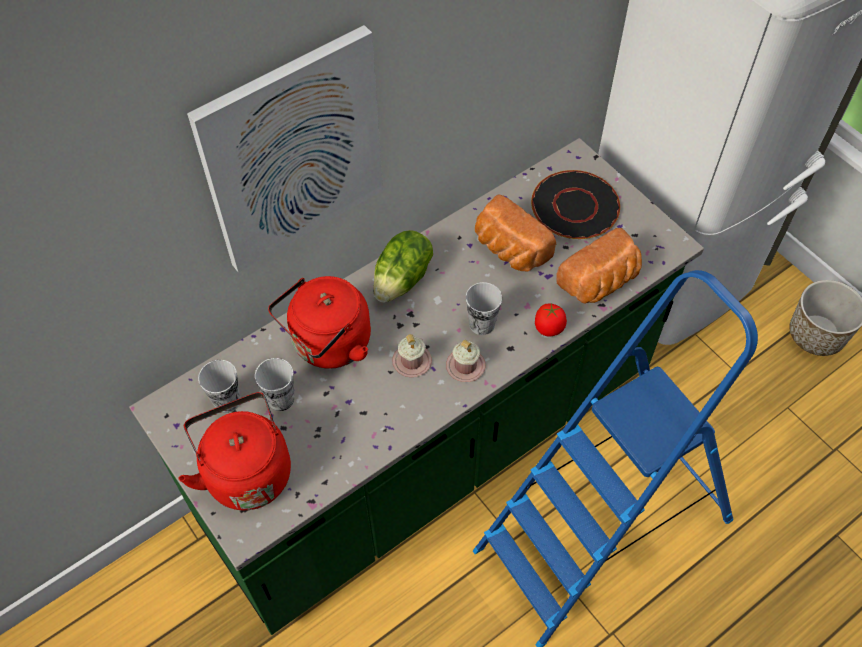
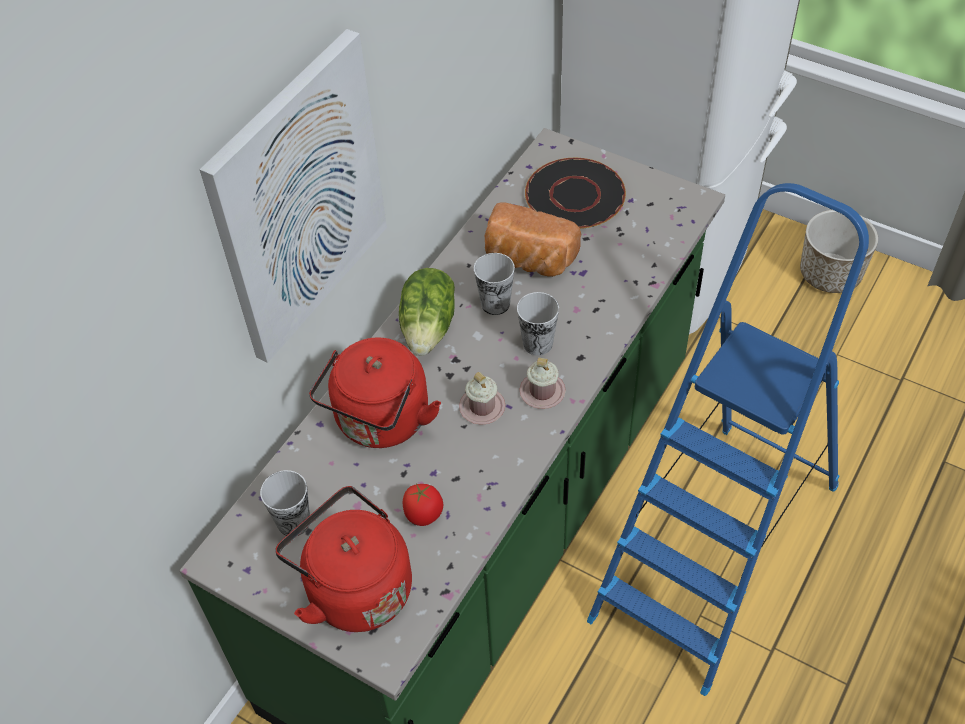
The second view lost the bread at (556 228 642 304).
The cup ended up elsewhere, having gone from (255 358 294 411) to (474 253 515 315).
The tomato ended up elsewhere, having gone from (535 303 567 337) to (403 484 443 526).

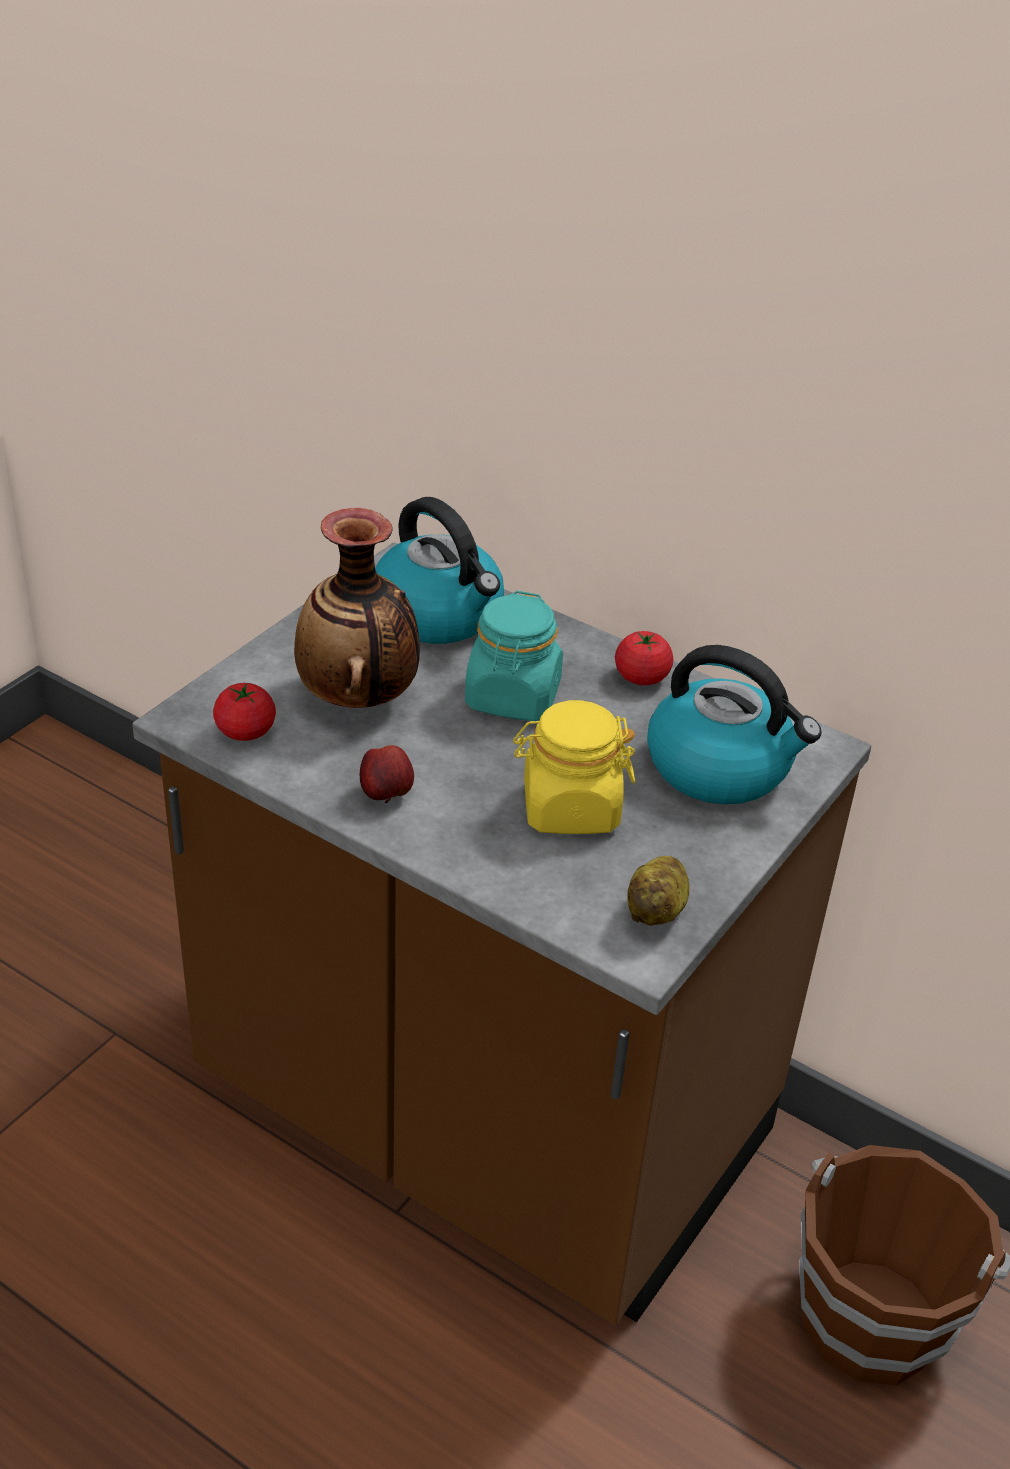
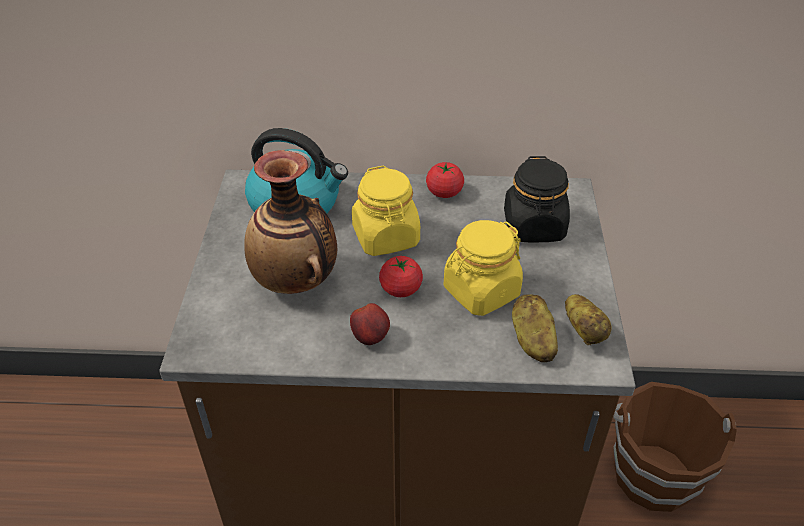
The second view gained the potato at (512 294 558 362).
The tomato ended up elsewhere, having gone from (213 683 276 741) to (379 256 423 297).
Where the kettle stood at (647 645 821 804), the jar (black) came to stand at (504 156 570 243).
What was the jar (turquoise) at (465 591 563 721) turned into the jar (yellow) at (352 165 420 256).

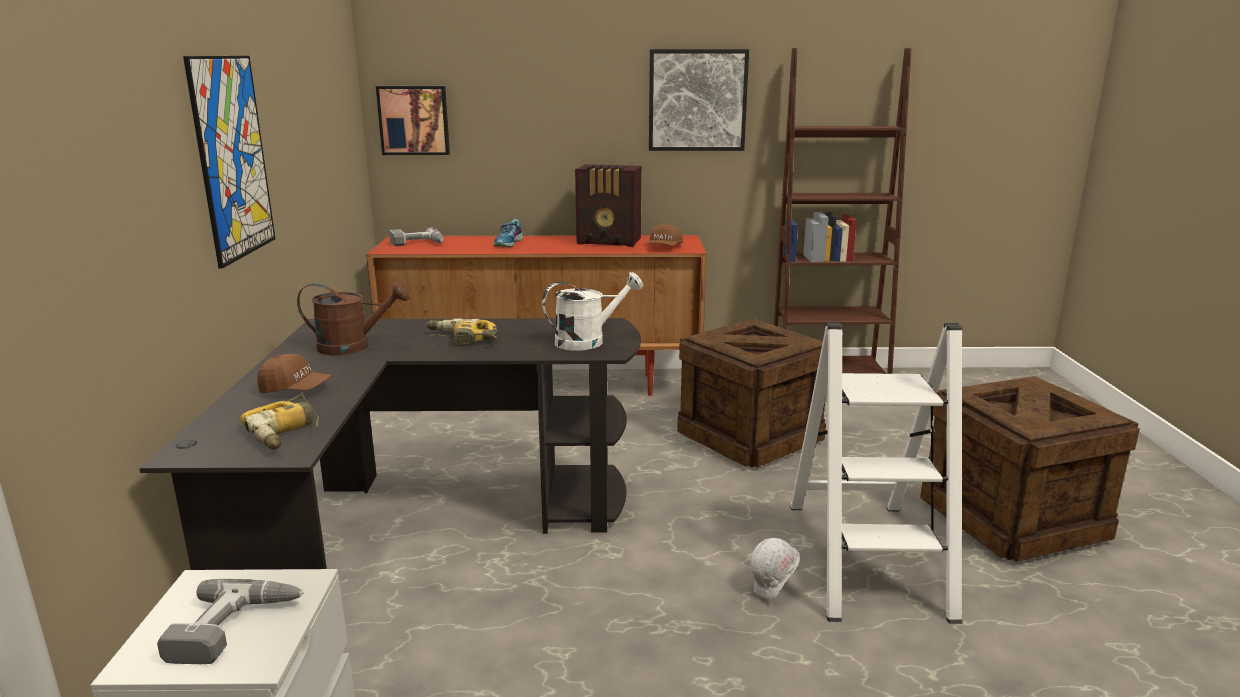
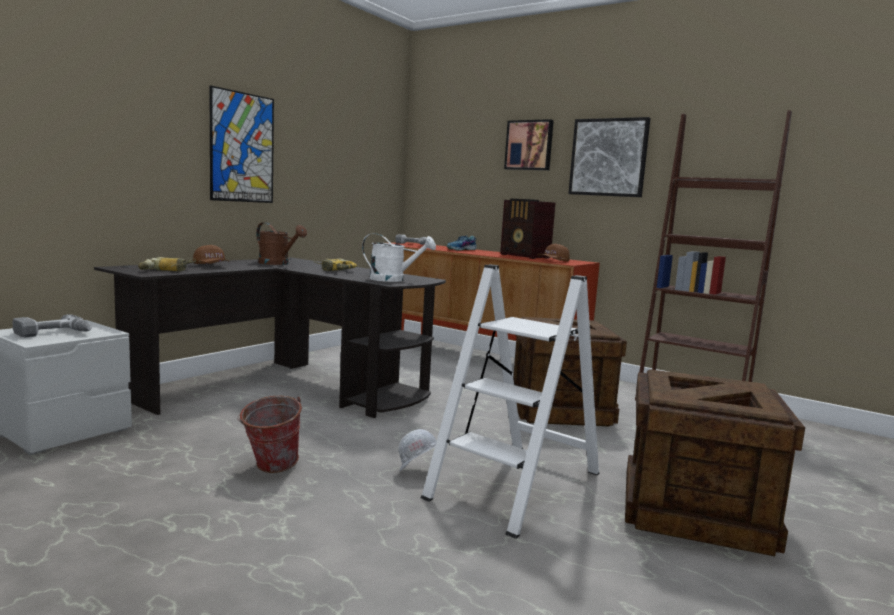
The second view gained the bucket at (237 396 302 473).
The picture ended up elsewhere, having gone from (376 86 450 155) to (504 119 554 170).

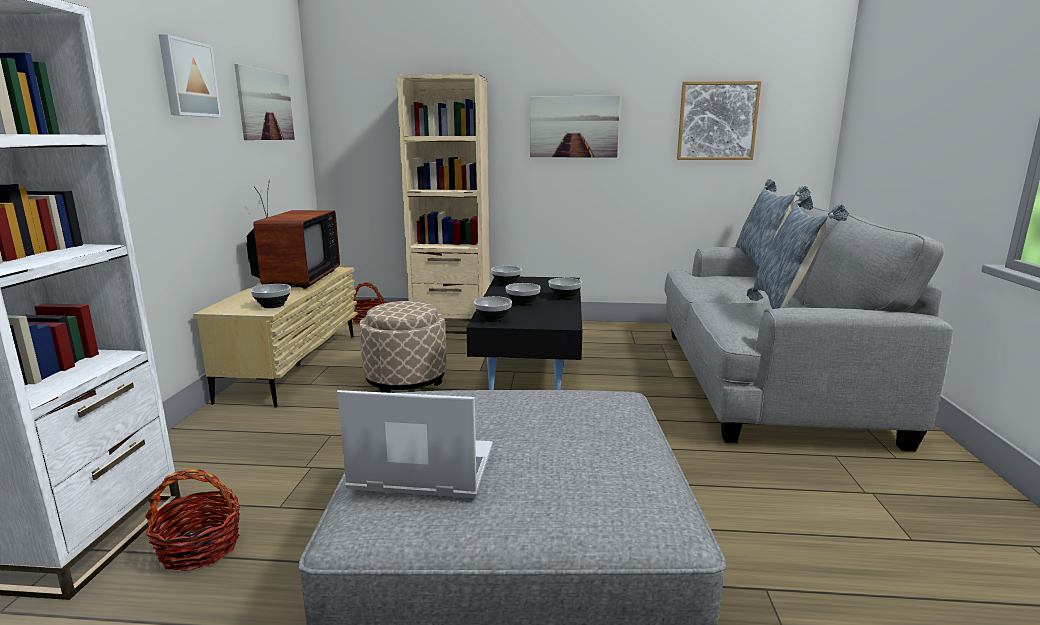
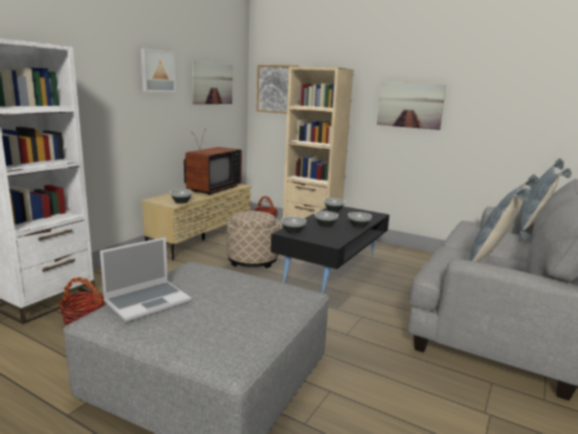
The picture ended up elsewhere, having gone from (677 81 761 160) to (257 65 299 114).
The laptop at (337 390 493 498) ended up facing another way, 105 degrees clockwise from before.

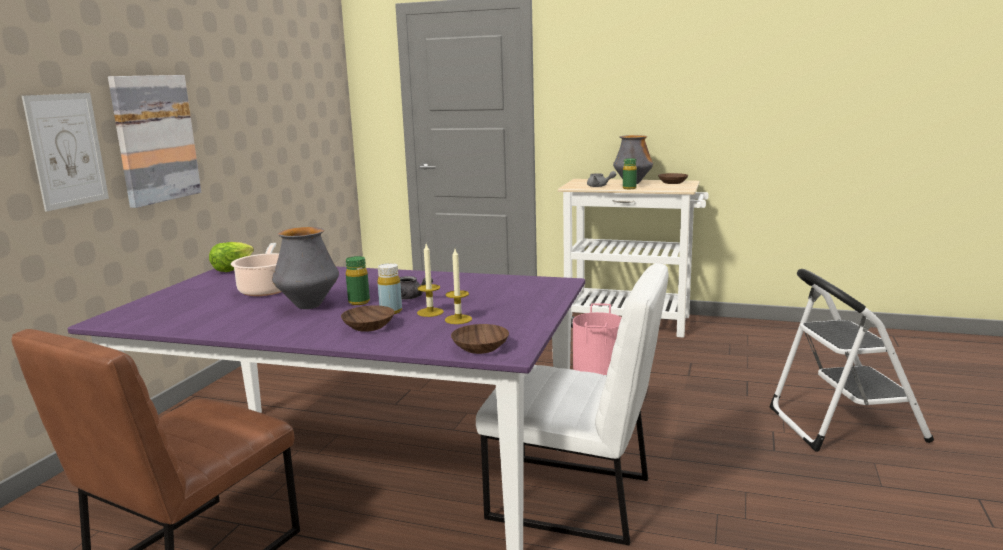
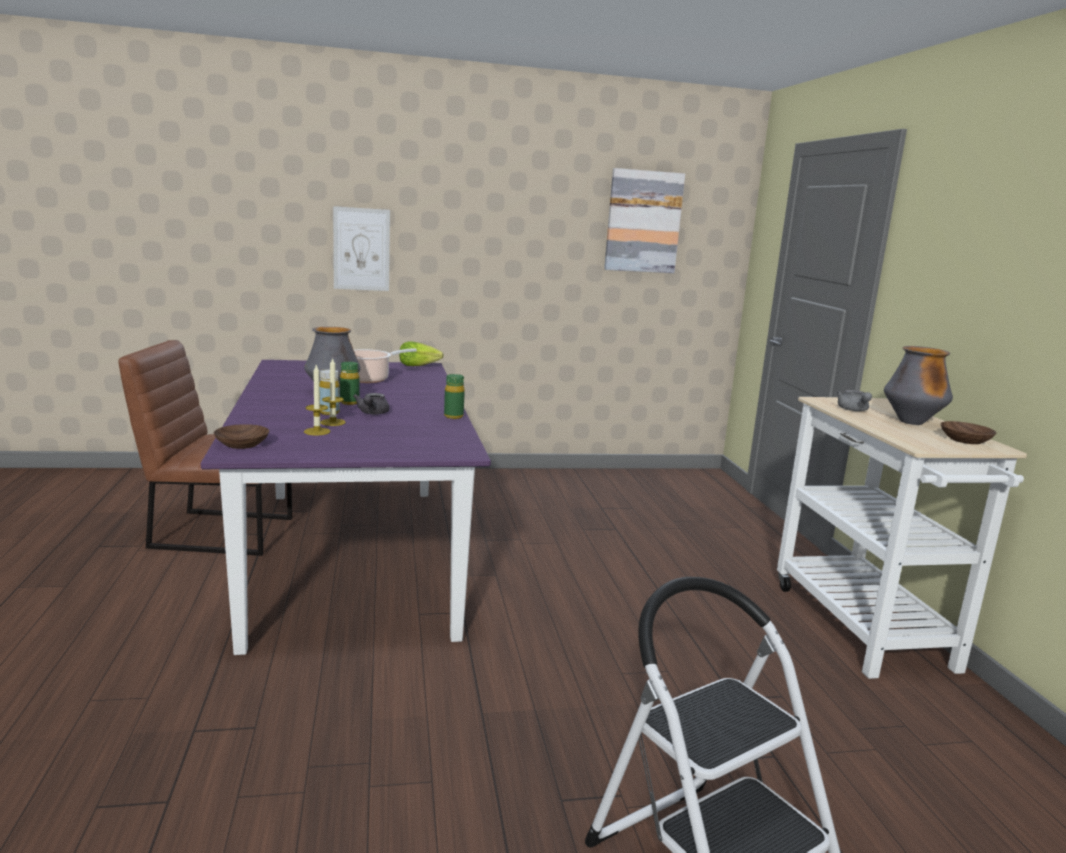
The second view lost the bowl (brown) at (341 305 394 332).
The second view lost the chair (white) at (476 263 669 545).
The second view lost the bucket (pink) at (573 303 622 375).
The picture ended up elsewhere, having gone from (108 75 201 208) to (604 168 685 273).
The bottle (green) ended up elsewhere, having gone from (623 158 637 189) to (444 374 465 419).

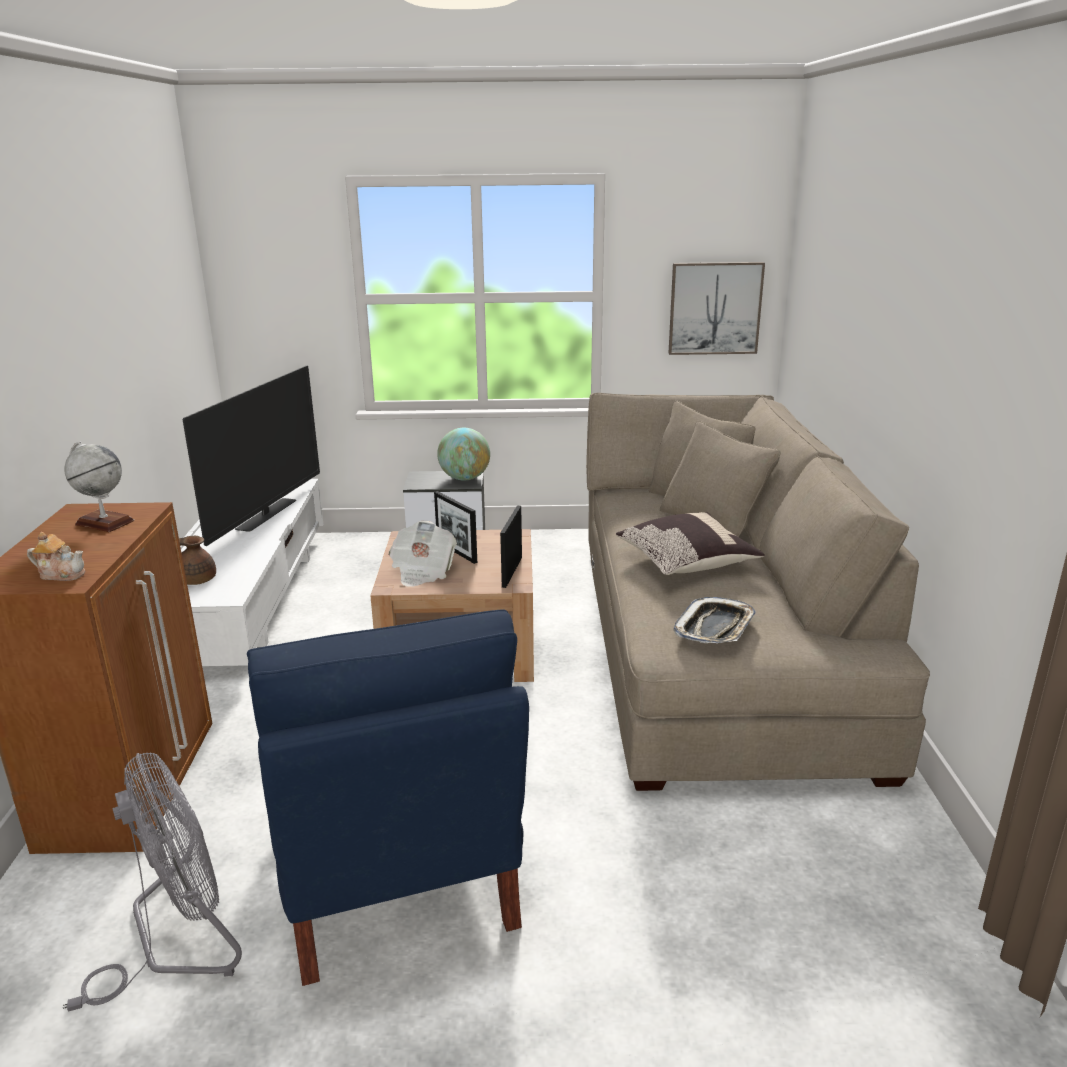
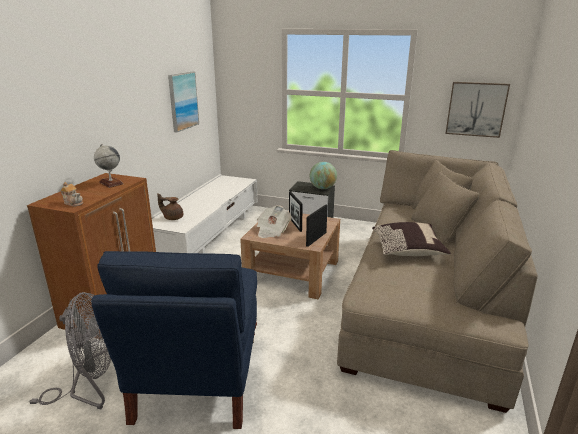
The second view lost the television at (183 366 320 546).
The second view lost the tray at (674 597 756 643).
The second view gained the picture at (168 72 199 132).

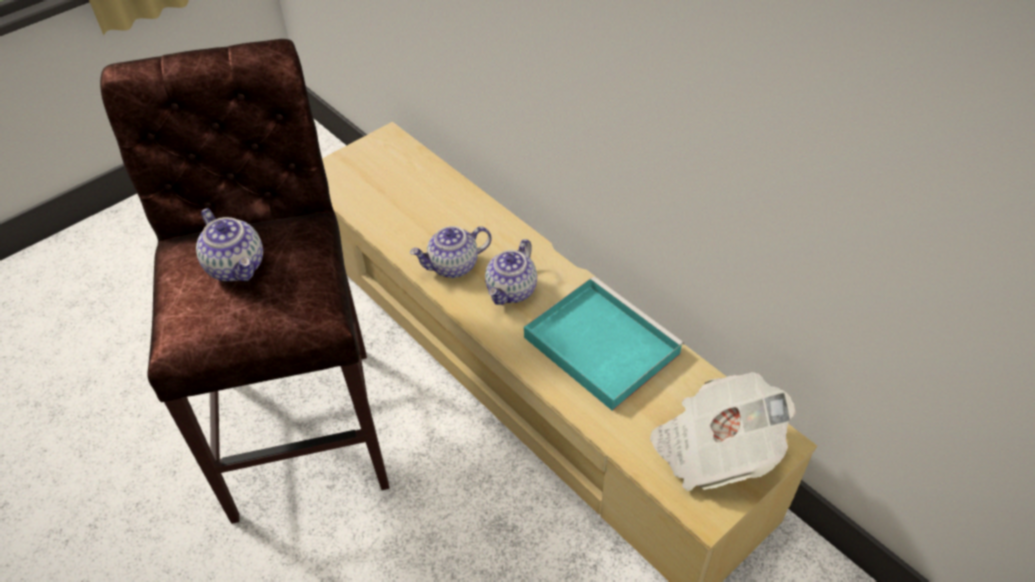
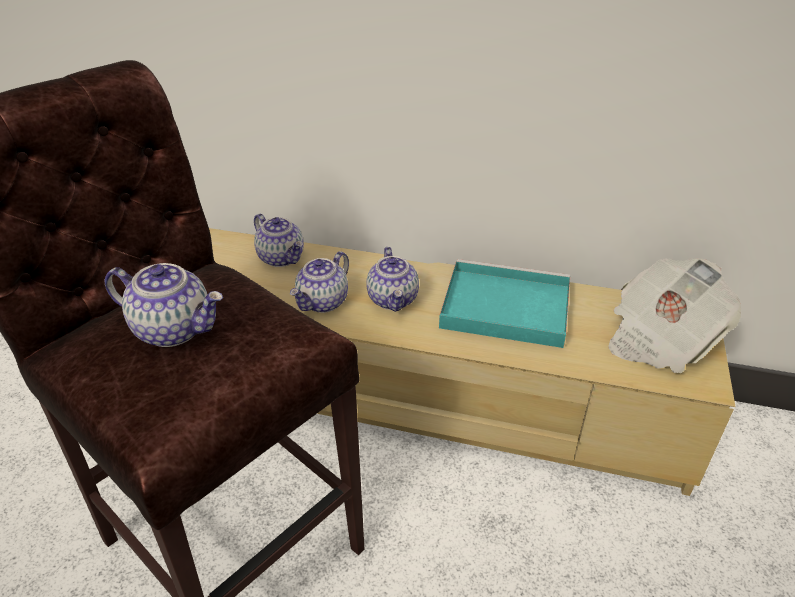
The second view gained the teapot at (254 214 304 267).

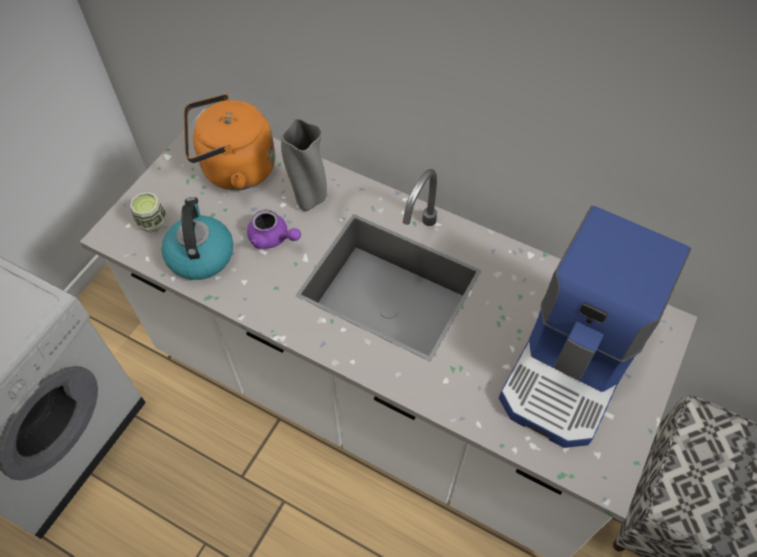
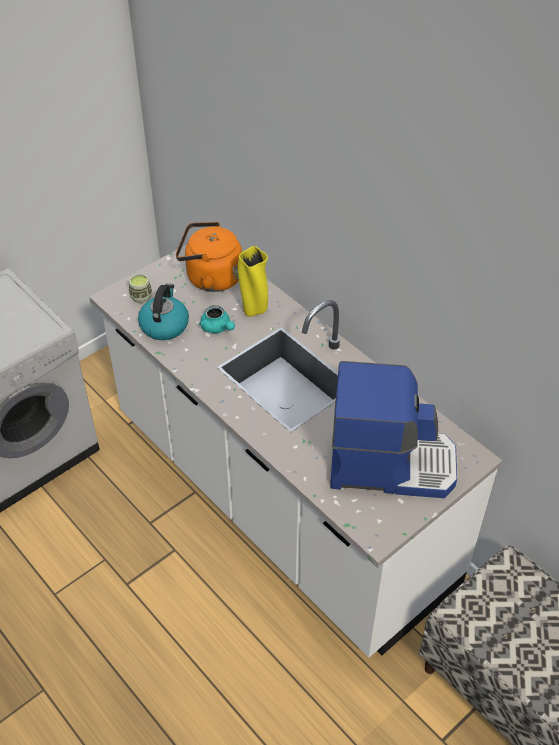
What was the teapot (purple) at (247 210 301 249) turned into the teapot (turquoise) at (199 305 235 333).
What was the vase (grey) at (281 118 327 211) turned into the vase (yellow) at (238 246 268 317).
The coffee machine at (499 205 691 448) ended up facing another way, 135 degrees counterclockwise from before.

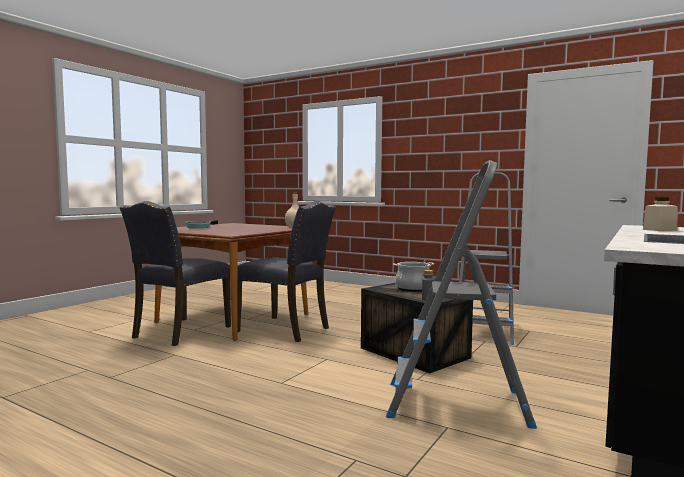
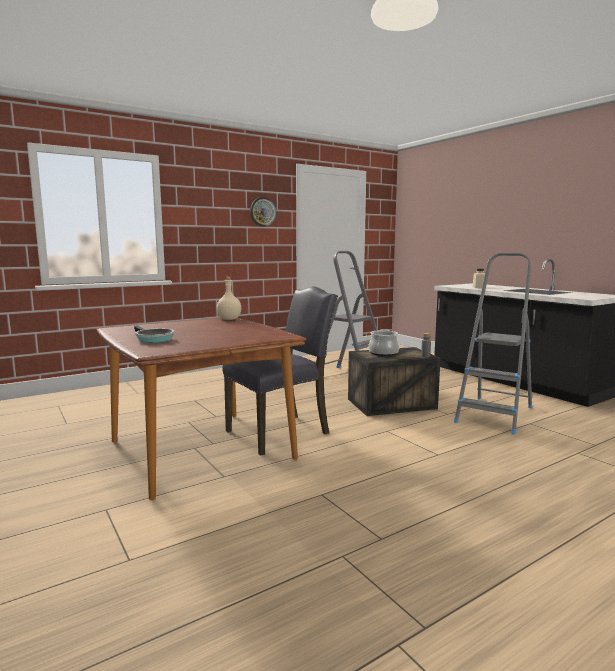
The second view lost the chair (grey) at (120 201 231 346).
The second view gained the wall clock at (250 197 277 227).

